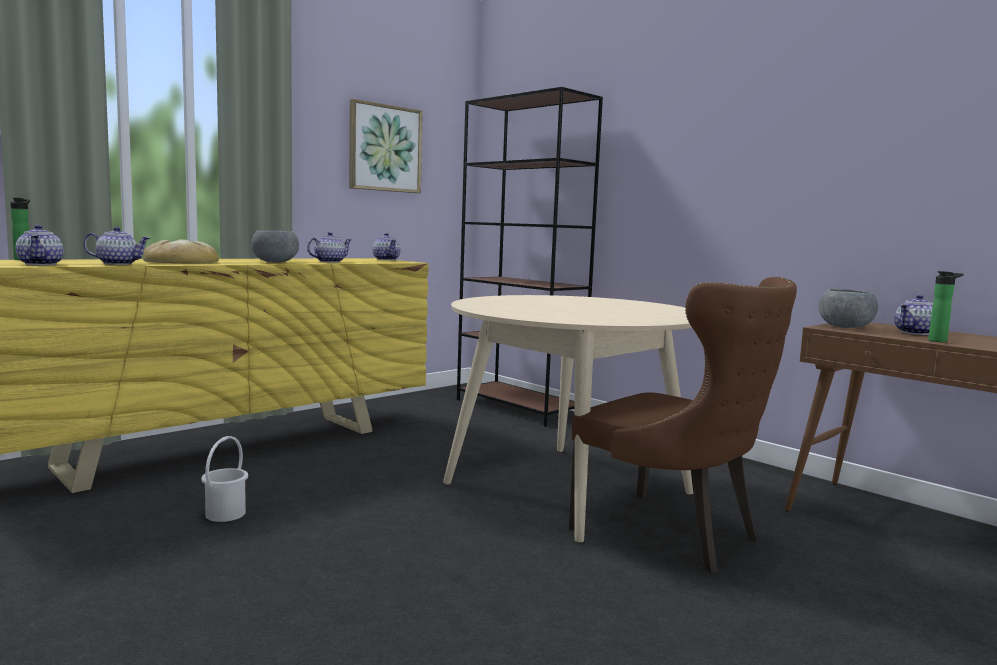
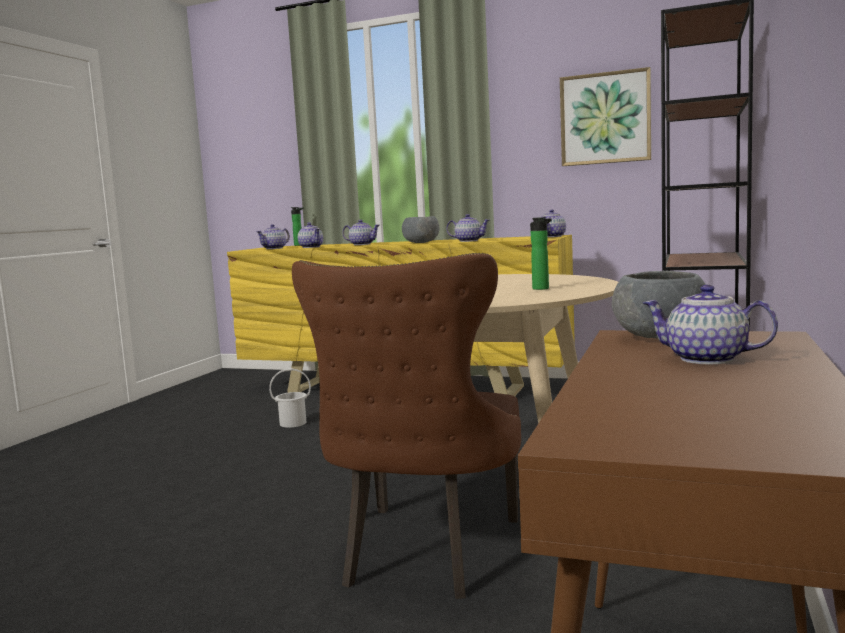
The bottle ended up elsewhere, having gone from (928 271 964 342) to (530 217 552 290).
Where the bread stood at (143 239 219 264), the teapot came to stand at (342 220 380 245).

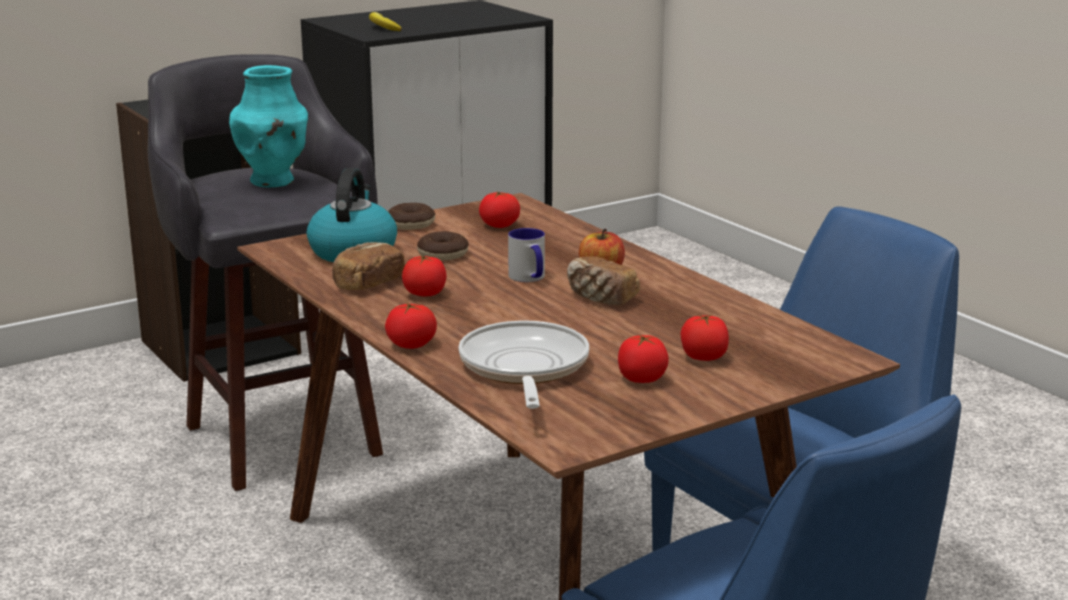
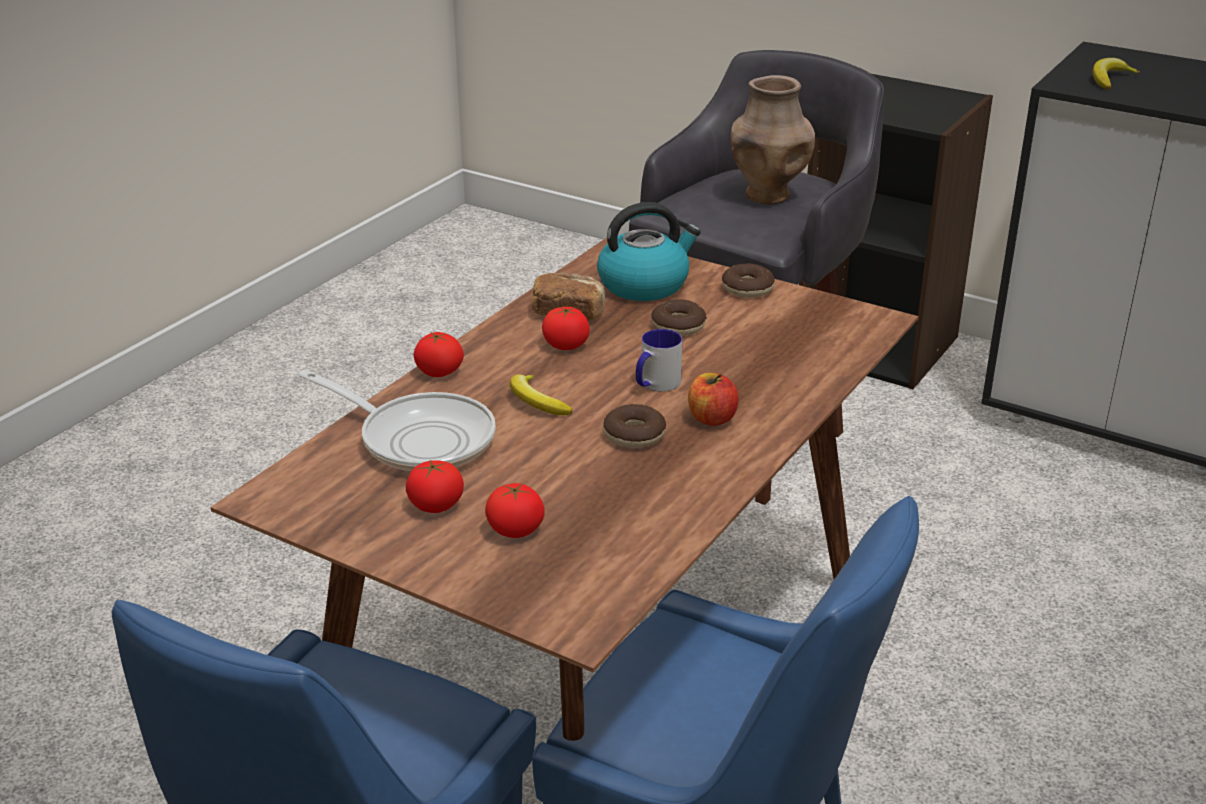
The second view lost the tomato at (479 192 520 228).
The second view gained the banana at (510 374 573 415).
Where the bread stood at (567 256 640 306), the donut came to stand at (603 404 666 448).
What was the vase (turquoise) at (229 65 308 187) turned into the vase (brown) at (731 75 815 204).
The frying pan at (458 321 589 409) ended up facing another way, 60 degrees clockwise from before.

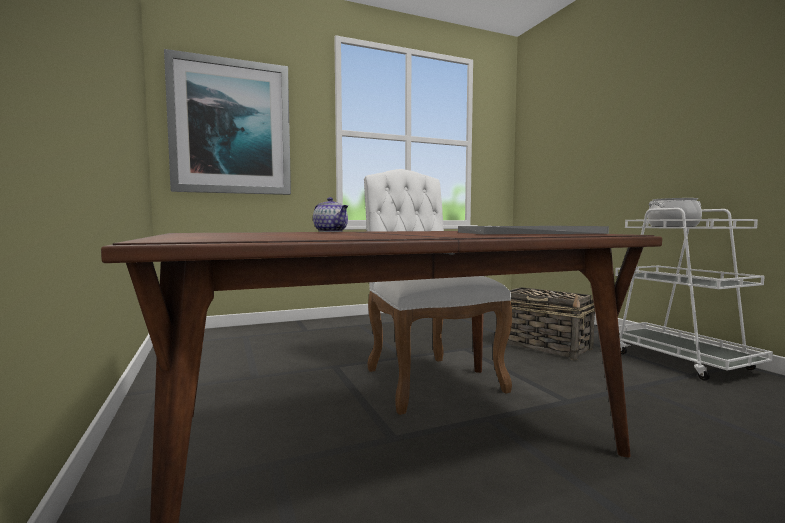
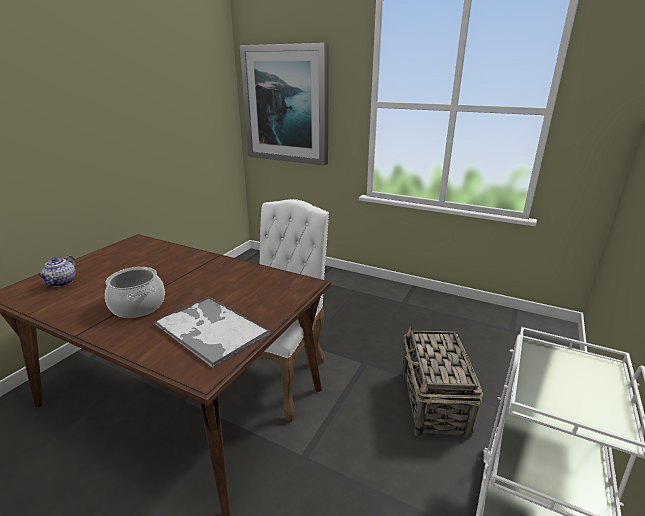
The teapot ended up elsewhere, having gone from (313 197 348 232) to (38 255 76 287).
The cooking pot ended up elsewhere, having gone from (647 198 702 227) to (105 267 165 318).

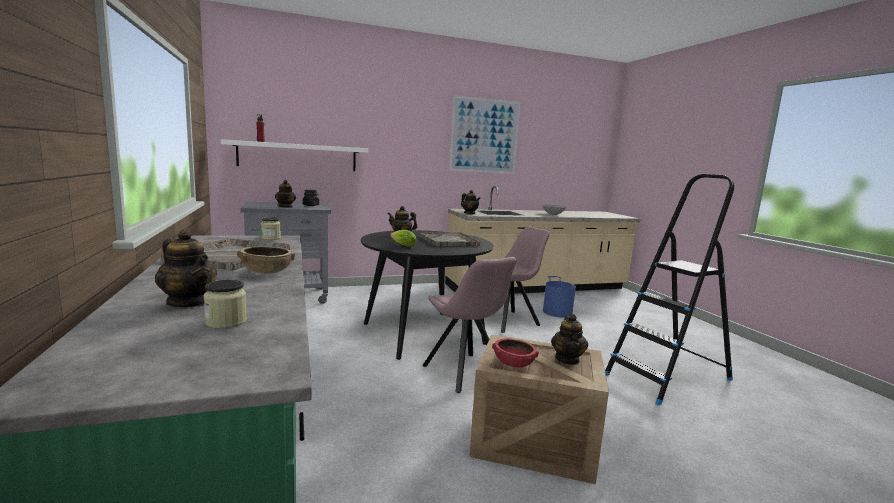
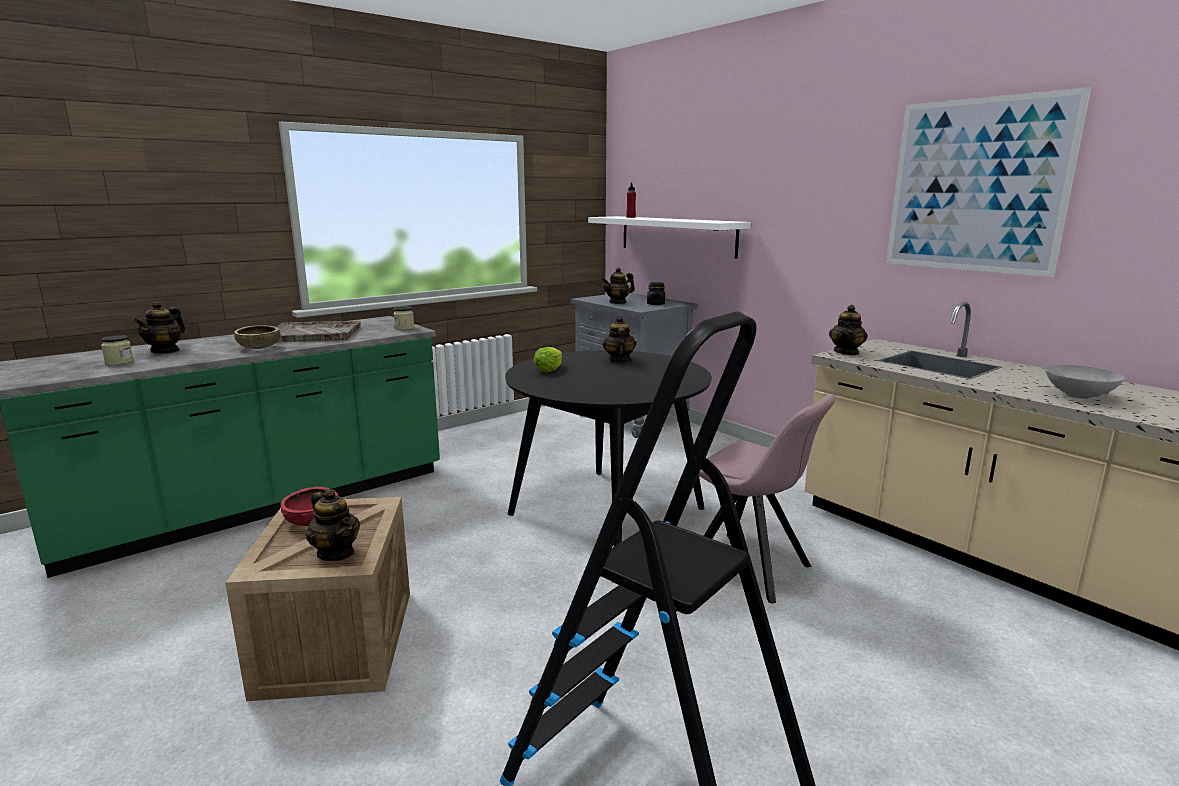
The second view lost the tray (grey) at (419 232 480 247).
The second view lost the chair (pink) at (422 257 516 393).
The second view lost the bucket (blue) at (543 276 576 318).
The teapot at (551 314 588 365) ended up facing another way, 120 degrees counterclockwise from before.

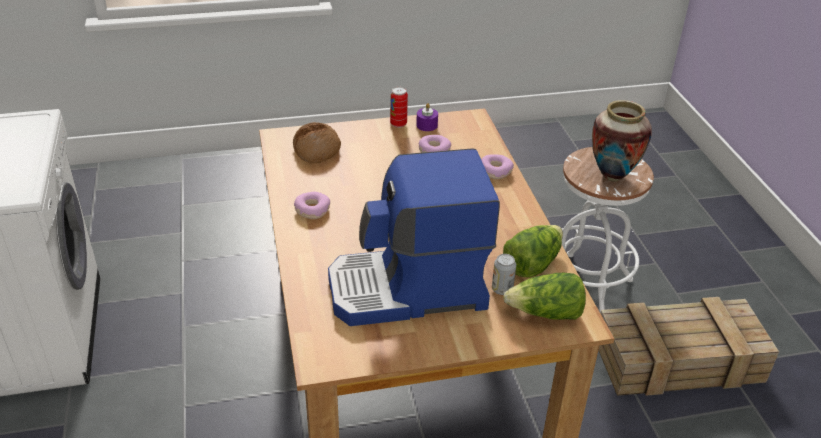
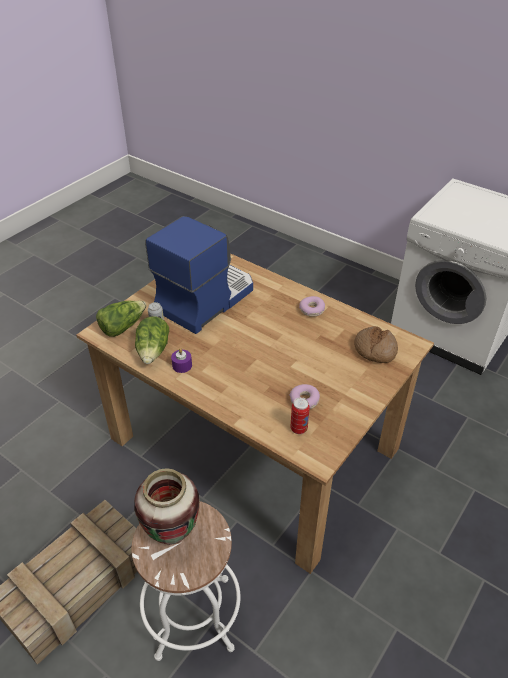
The second view lost the donut at (481 154 514 179).
The can ended up elsewhere, having gone from (390 87 408 128) to (290 397 310 434).
The candle (purple) ended up elsewhere, having gone from (416 103 438 131) to (171 348 192 373).

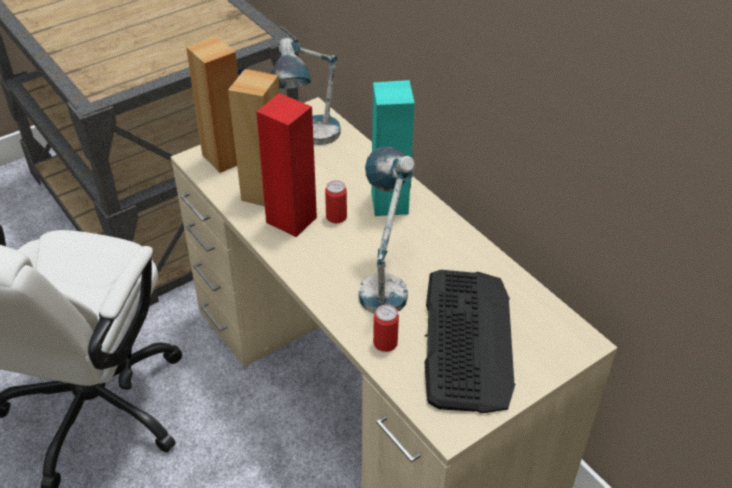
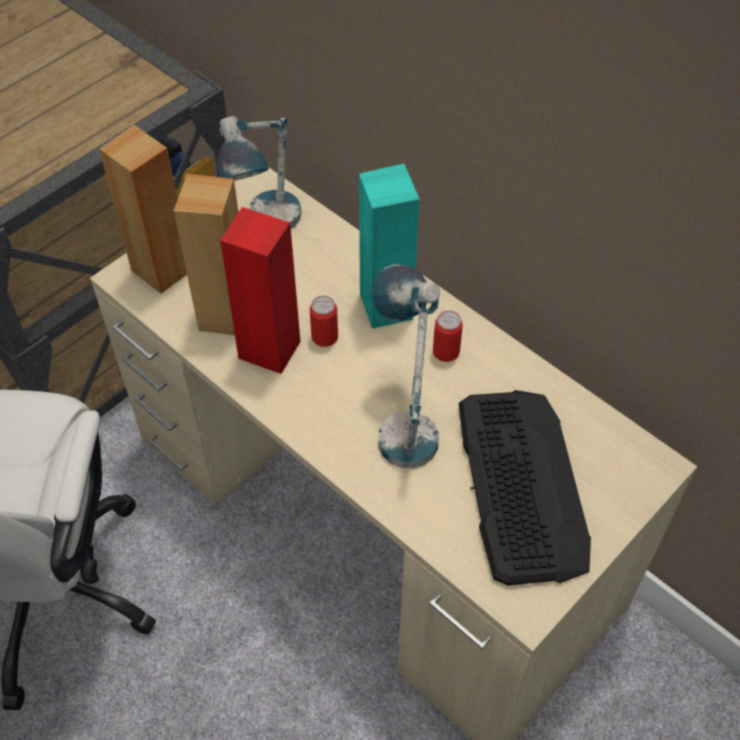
The can ended up elsewhere, having gone from (373 304 399 352) to (433 310 463 362).

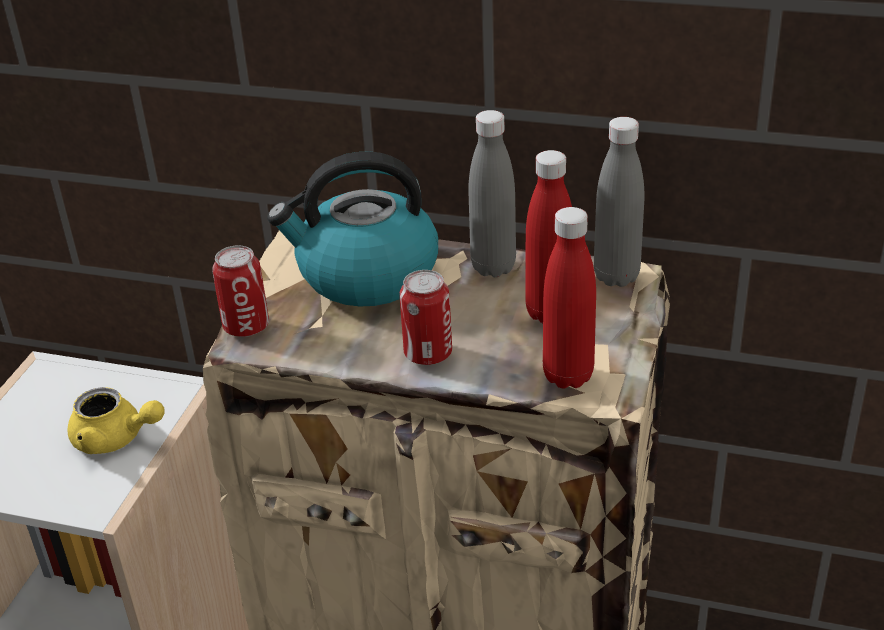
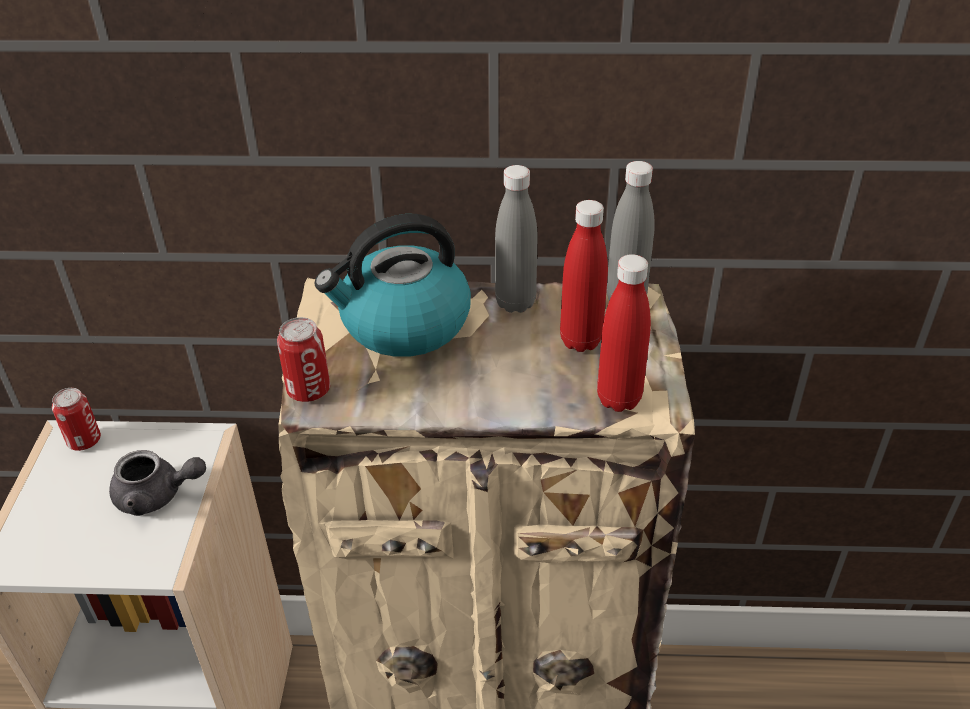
The can ended up elsewhere, having gone from (400 270 452 365) to (52 388 101 451).
What was the teapot (yellow) at (68 387 165 454) turned into the teapot (grey) at (109 450 206 516).

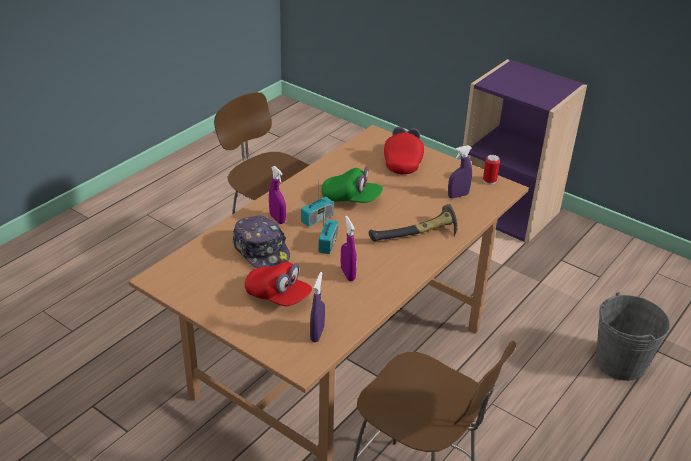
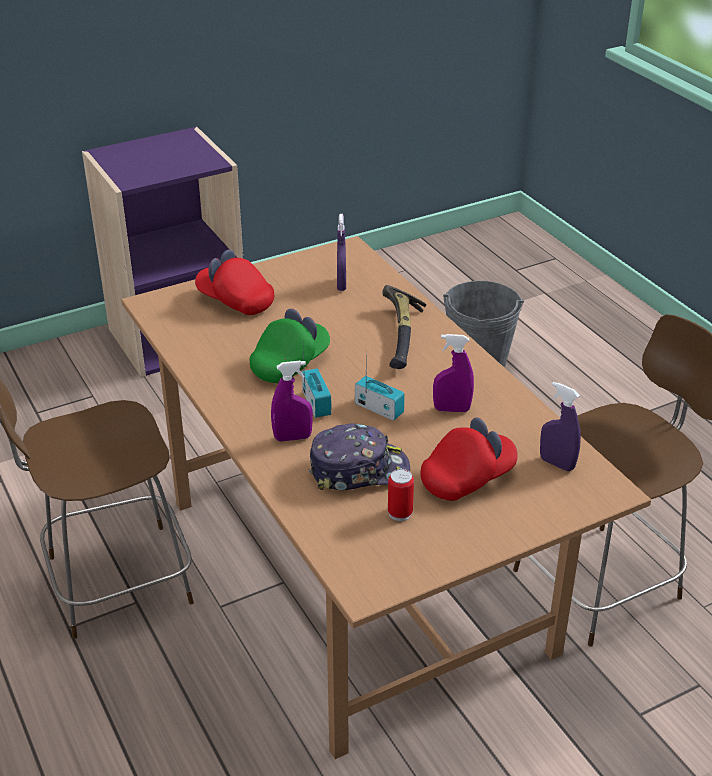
The can ended up elsewhere, having gone from (483 155 500 185) to (388 469 414 521).

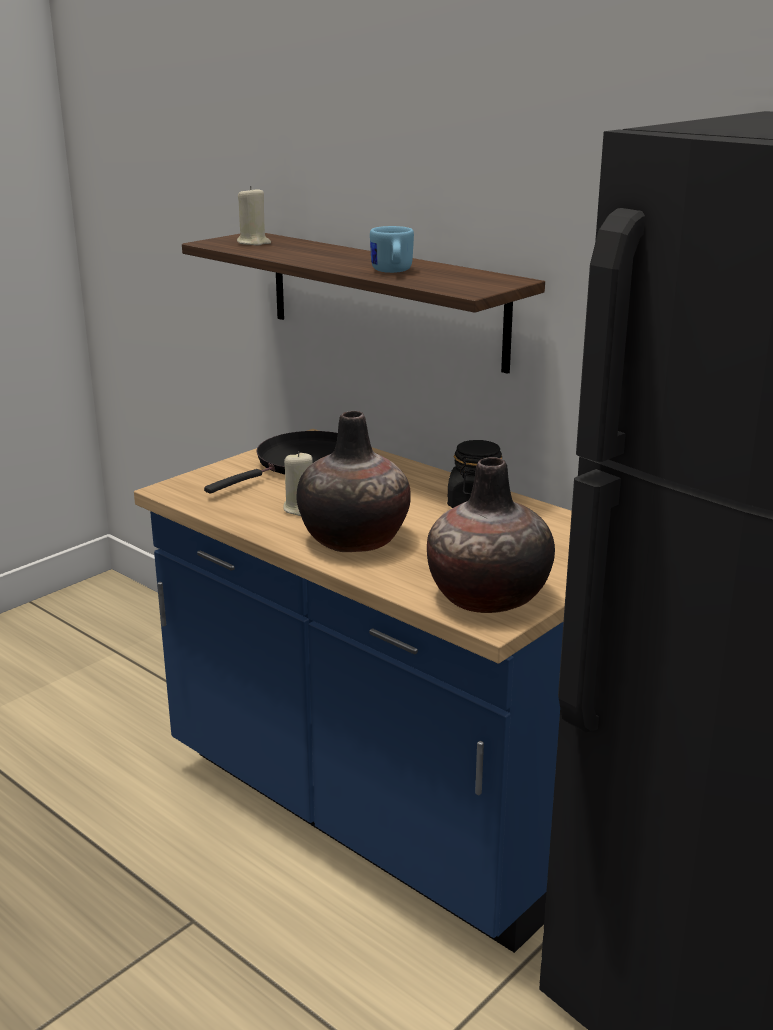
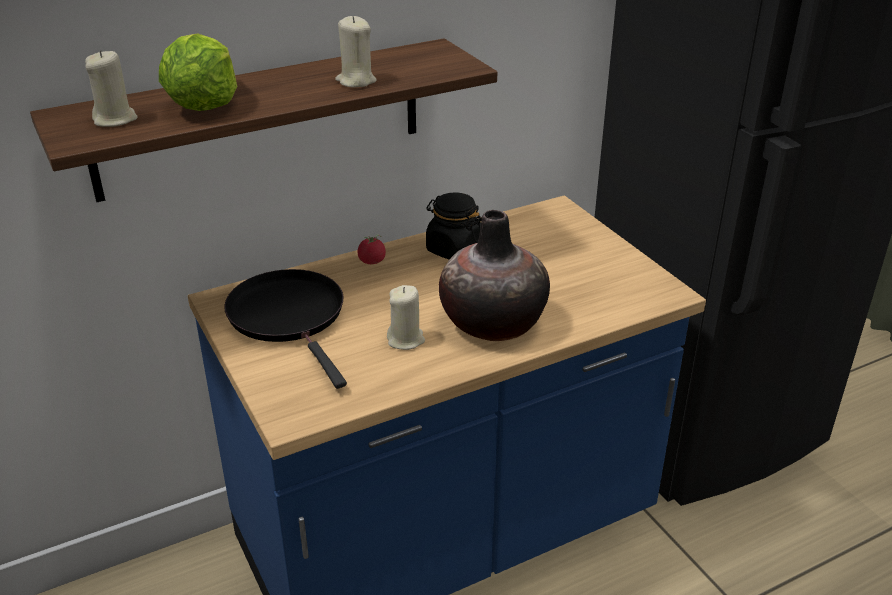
The second view lost the vase at (427 457 555 613).
The second view gained the lettuce at (159 33 237 111).
The second view gained the tomato at (358 235 386 264).
Where the mug (blue) stood at (370 226 414 273), the candle (beige) came to stand at (335 16 377 88).

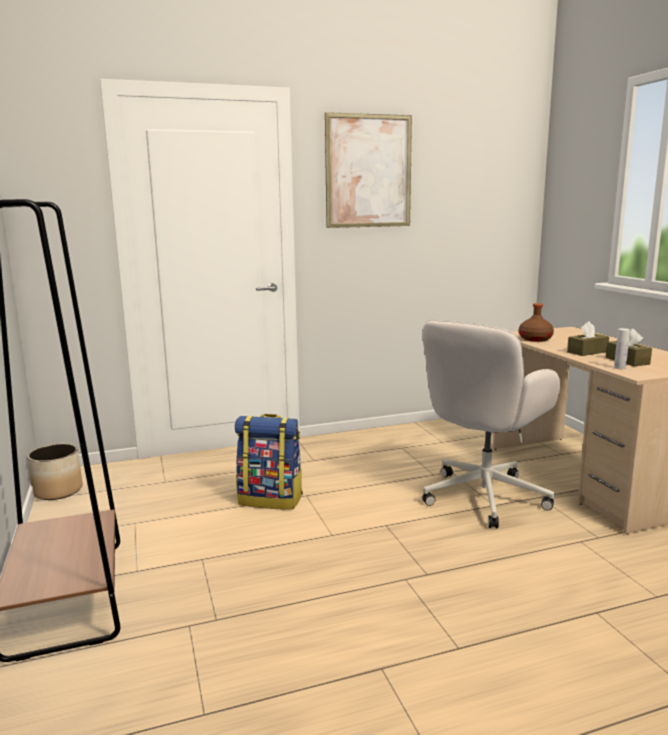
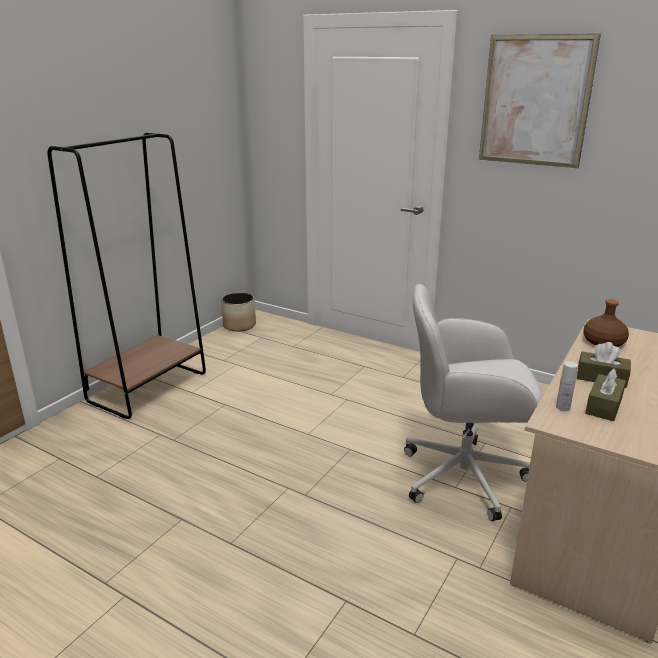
The second view lost the backpack at (235 414 303 510).

